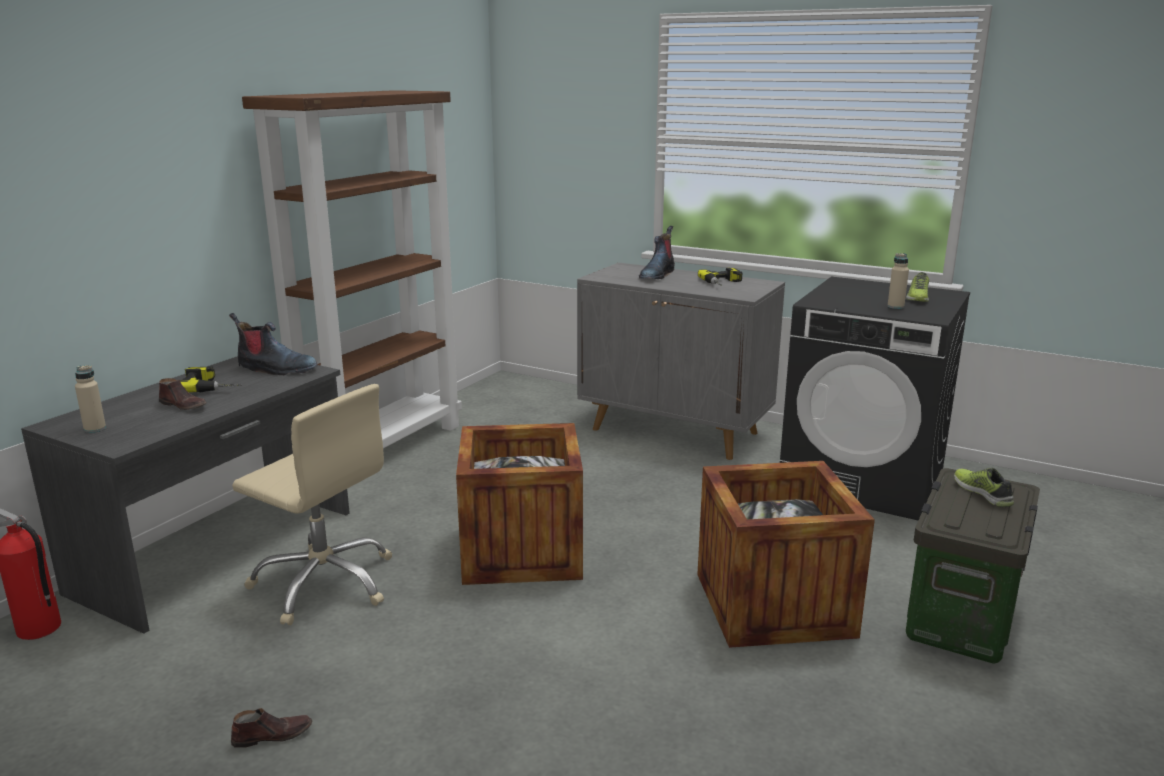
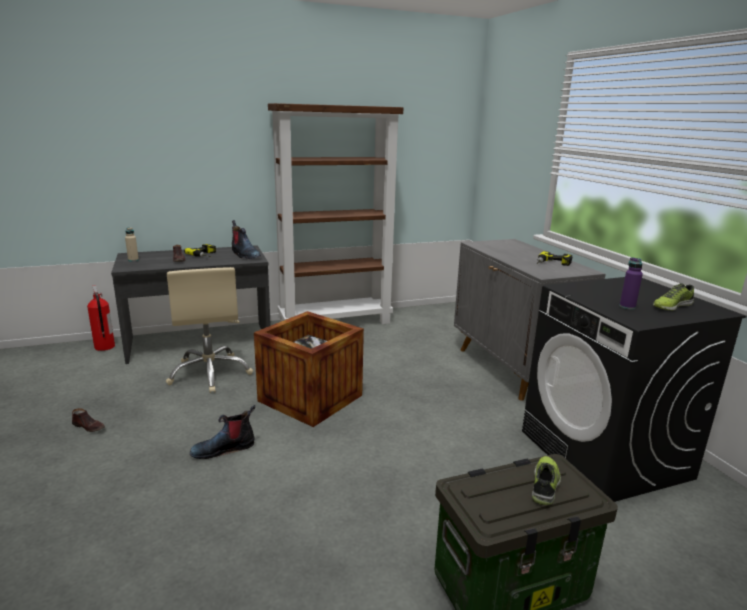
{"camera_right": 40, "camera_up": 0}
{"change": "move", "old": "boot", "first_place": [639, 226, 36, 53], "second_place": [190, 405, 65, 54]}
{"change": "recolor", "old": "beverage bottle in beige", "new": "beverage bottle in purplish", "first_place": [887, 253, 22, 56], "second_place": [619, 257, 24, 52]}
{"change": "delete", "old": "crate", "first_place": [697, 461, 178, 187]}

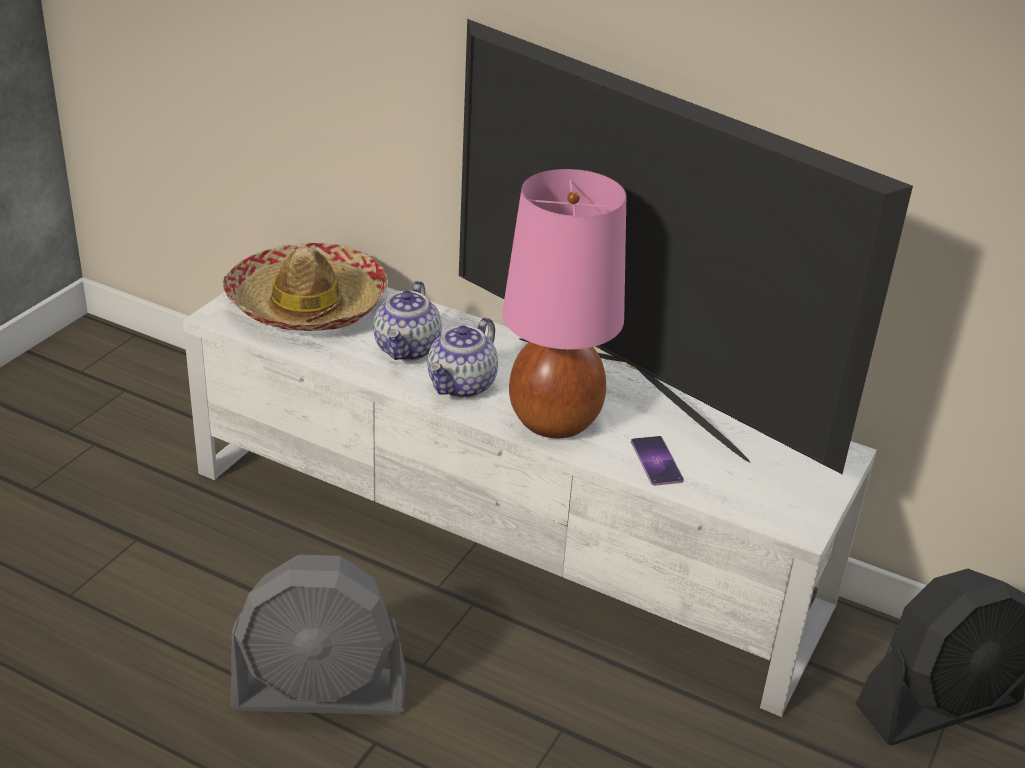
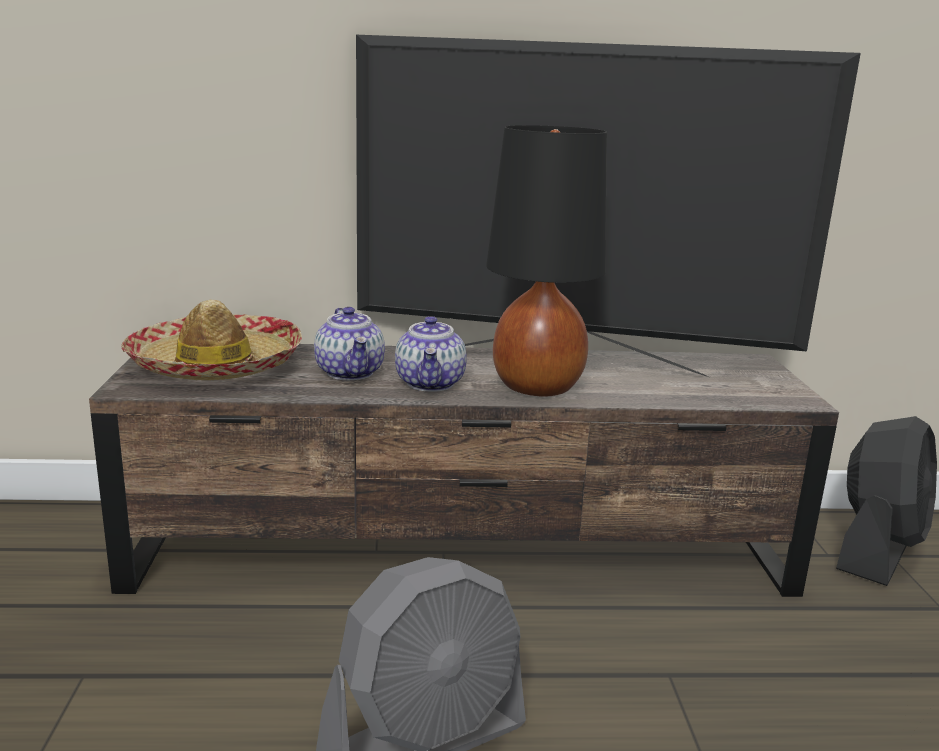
{"camera_right": -30, "camera_up": -15}
{"change": "recolor", "old": "media console in white", "new": "media console in brownish", "first_place": [183, 287, 694, 430], "second_place": [89, 344, 750, 253]}
{"change": "recolor", "old": "lamp for a table in pink", "new": "lamp for a table in blackish", "first_place": [502, 169, 125, 269], "second_place": [486, 125, 121, 272]}
{"change": "delete", "old": "handset", "first_place": [631, 436, 53, 50]}

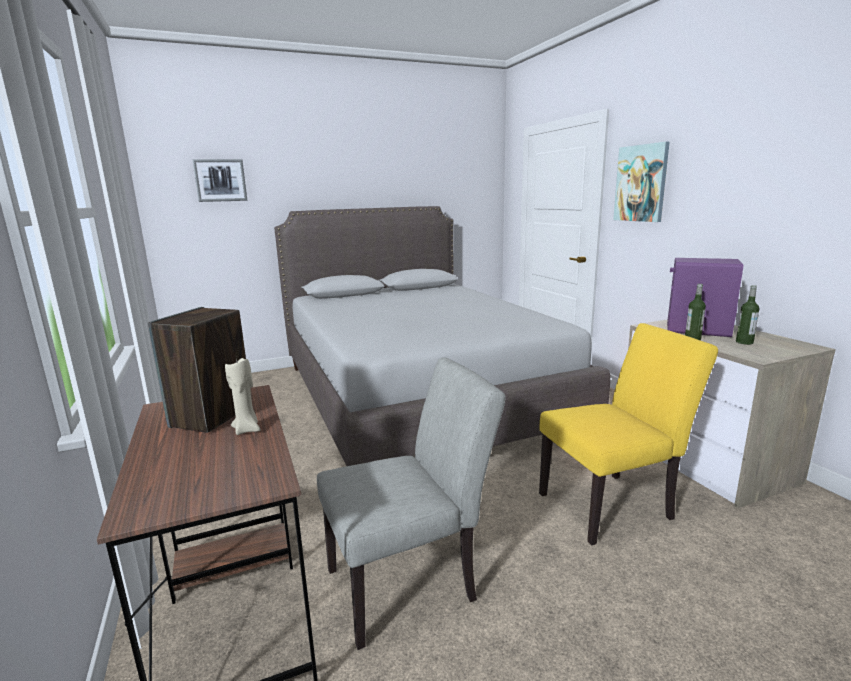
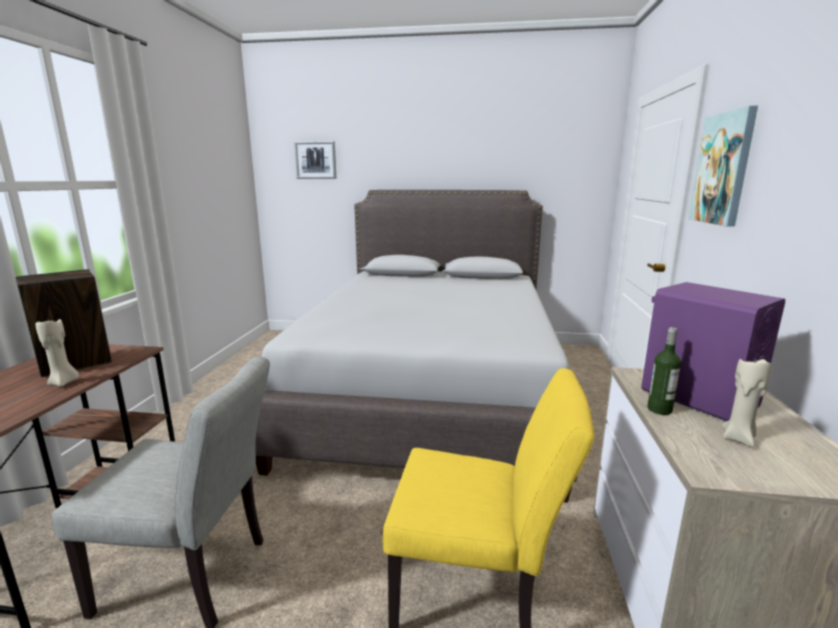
{"camera_right": 30, "camera_up": 0}
{"change": "replace", "old": "beverage bottle", "new": "candle in beige", "first_place": [736, 285, 23, 60], "second_place": [722, 355, 49, 93]}

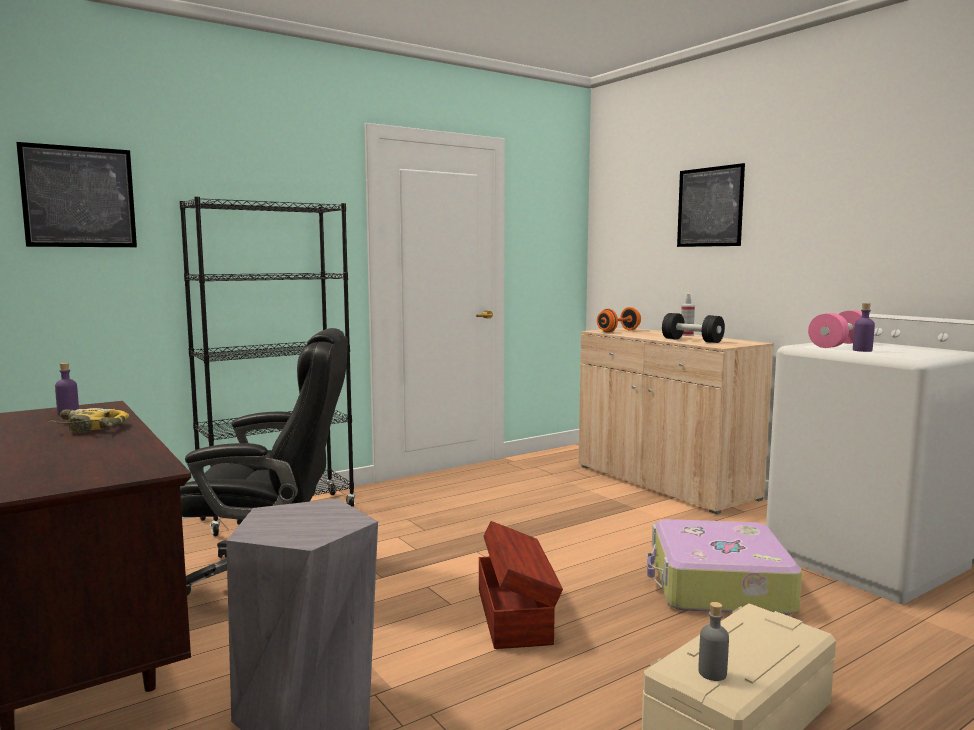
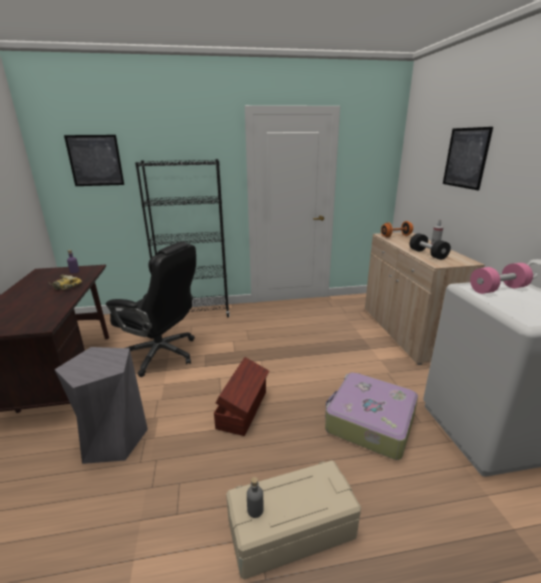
{"camera_right": 25, "camera_up": 15}
{"change": "delete", "old": "beverage bottle in purplish", "first_place": [853, 303, 22, 49]}

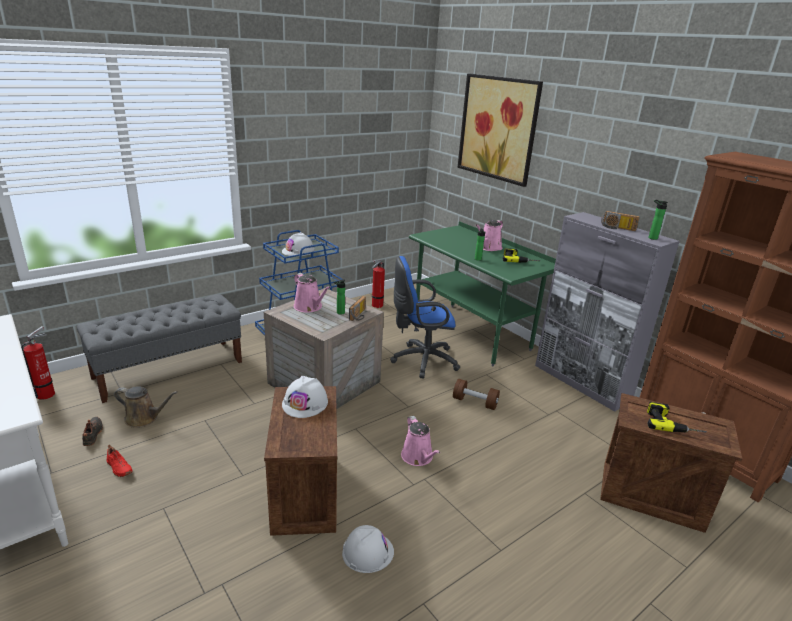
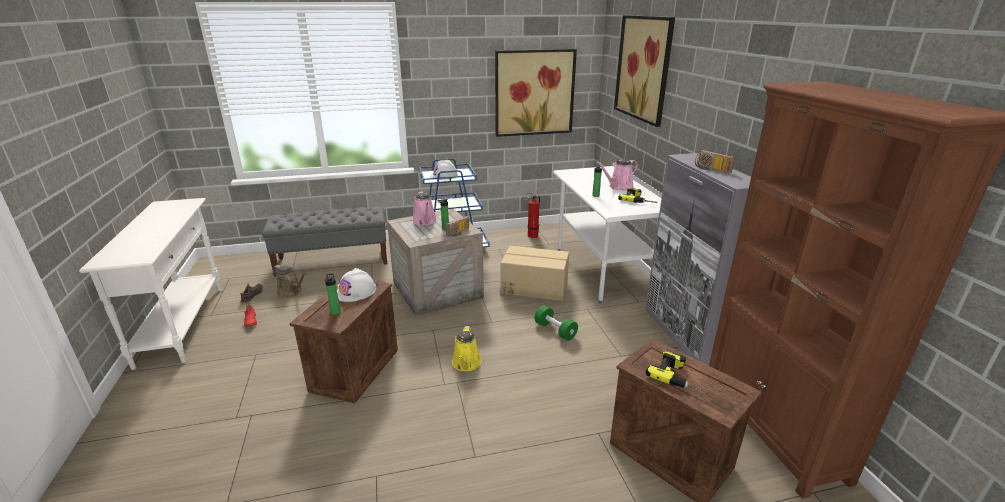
{"camera_right": 25, "camera_up": 0}
{"change": "move", "old": "beverage bottle", "first_place": [648, 200, 20, 40], "second_place": [325, 273, 16, 42]}
{"change": "recolor", "old": "sprinkling can in pink", "new": "sprinkling can in yellow", "first_place": [401, 416, 39, 50], "second_place": [452, 326, 30, 45]}
{"change": "insert", "new": "wall picture", "second_place": [495, 49, 82, 88]}
{"change": "replace", "old": "desk chair in bluish", "new": "cardboard box", "first_place": [390, 256, 70, 123], "second_place": [500, 246, 69, 55]}
{"change": "recolor", "old": "hand weight in brownish", "new": "hand weight in green-coloured", "first_place": [453, 379, 47, 31], "second_place": [535, 305, 43, 36]}
{"change": "recolor", "old": "desk unit in green-coloured", "new": "desk unit in white", "first_place": [409, 221, 147, 145], "second_place": [553, 162, 109, 141]}
{"change": "delete", "old": "fire-fighting cylinder", "first_place": [21, 326, 34, 74]}
{"change": "delete", "old": "hard hat in white", "first_place": [342, 525, 52, 48]}

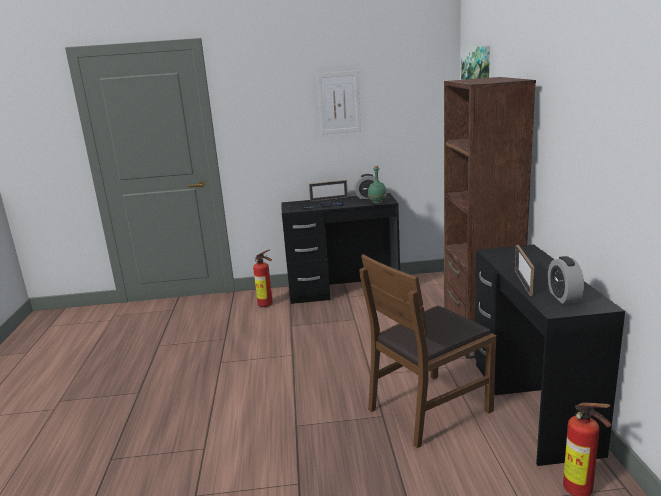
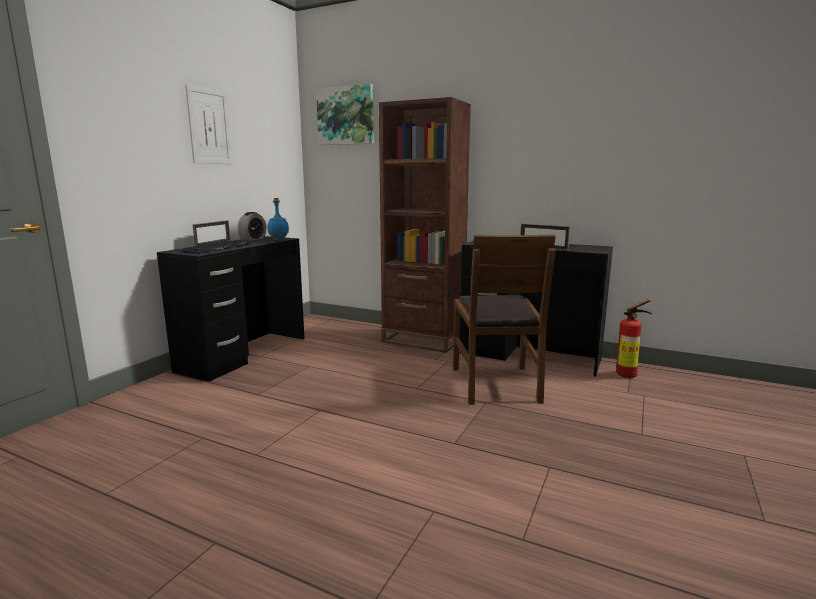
{"camera_right": -60, "camera_up": -5}
{"change": "recolor", "old": "beverage bottle in green-coloured", "new": "beverage bottle in bluish", "first_place": [368, 166, 19, 38], "second_place": [267, 198, 22, 43]}
{"change": "delete", "old": "fire-fighting cylinder", "first_place": [253, 250, 20, 57]}
{"change": "delete", "old": "alarm clock", "first_place": [548, 256, 36, 48]}

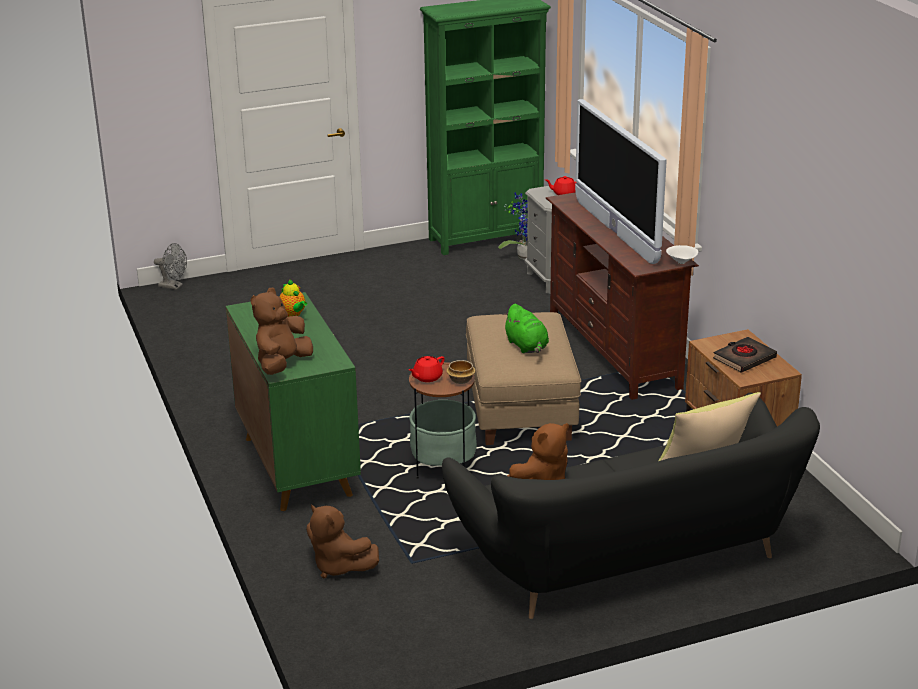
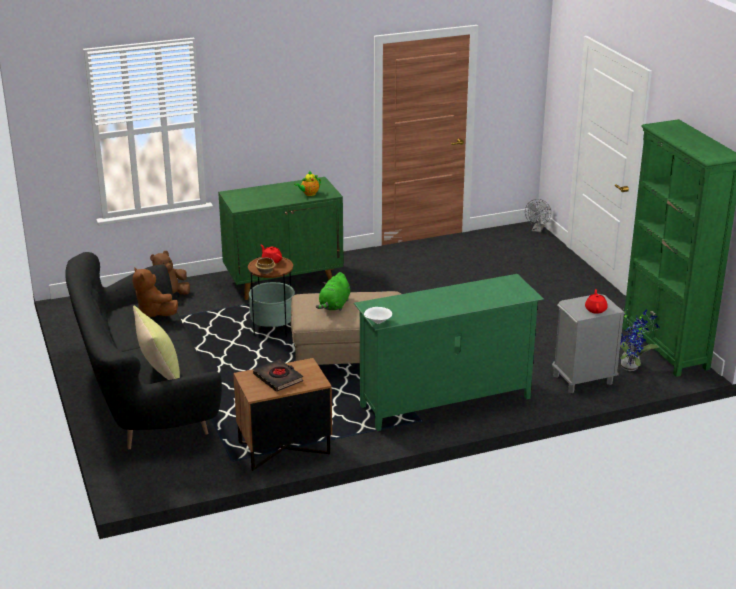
{"camera_right": 90, "camera_up": 0}
{"change": "rotate", "old": "plush toy in green-coloured", "first_place": [503, 304, 46, 49], "second_place": [316, 272, 34, 39], "degrees": -45}
{"change": "recolor", "old": "media console in brownish", "new": "media console in green-coloured", "first_place": [546, 192, 153, 208], "second_place": [354, 274, 190, 157]}
{"change": "delete", "old": "plush toy in brownish", "first_place": [251, 288, 62, 87]}
{"change": "delete", "old": "TV set", "first_place": [575, 99, 92, 165]}

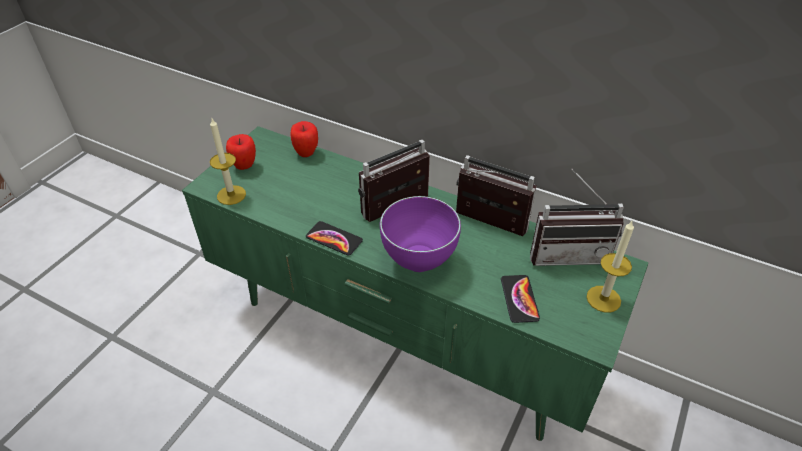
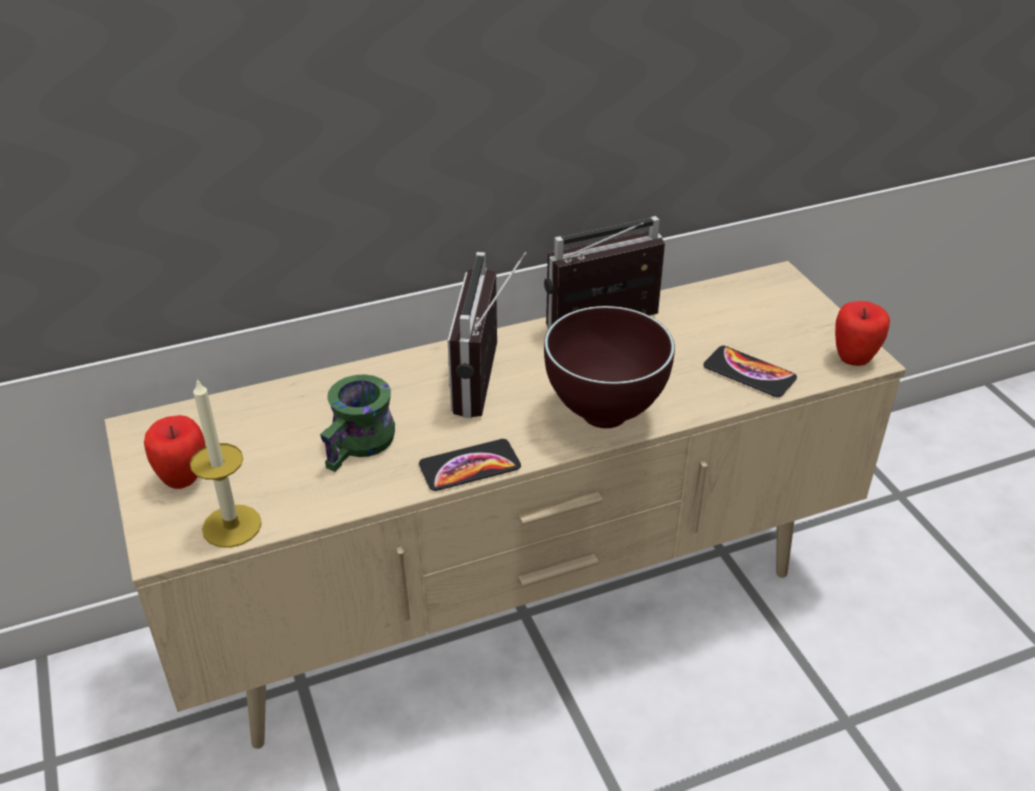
{"camera_right": -50, "camera_up": -5}
{"change": "recolor", "old": "media console in green-coloured", "new": "media console in beige", "first_place": [182, 126, 466, 315], "second_place": [104, 261, 802, 488]}
{"change": "insert", "new": "coffee mug in green-coloured", "second_place": [320, 374, 75, 98]}
{"change": "recolor", "old": "serving bowl in purplish", "new": "serving bowl in brownish", "first_place": [380, 196, 81, 76], "second_place": [544, 306, 131, 122]}
{"change": "move", "old": "apple", "first_place": [291, 121, 27, 36], "second_place": [835, 301, 55, 65]}
{"change": "delete", "old": "radio", "first_place": [530, 169, 94, 97]}
{"change": "delete", "old": "candle", "first_place": [586, 221, 48, 92]}

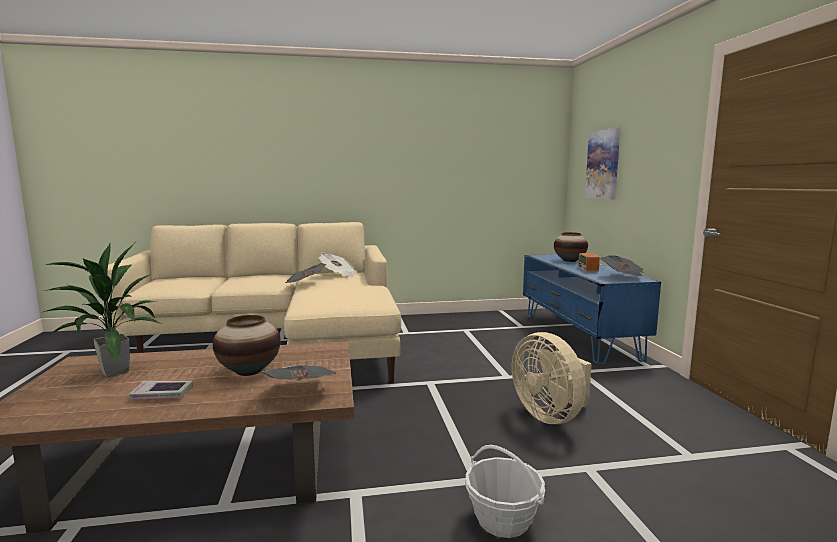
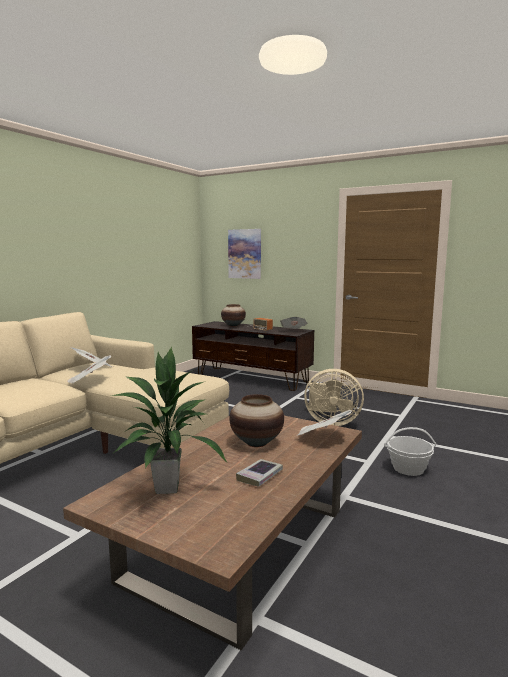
{"camera_right": -50, "camera_up": 0}
{"change": "recolor", "old": "media console in bluish", "new": "media console in brownish", "first_place": [523, 254, 138, 111], "second_place": [192, 321, 122, 70]}

